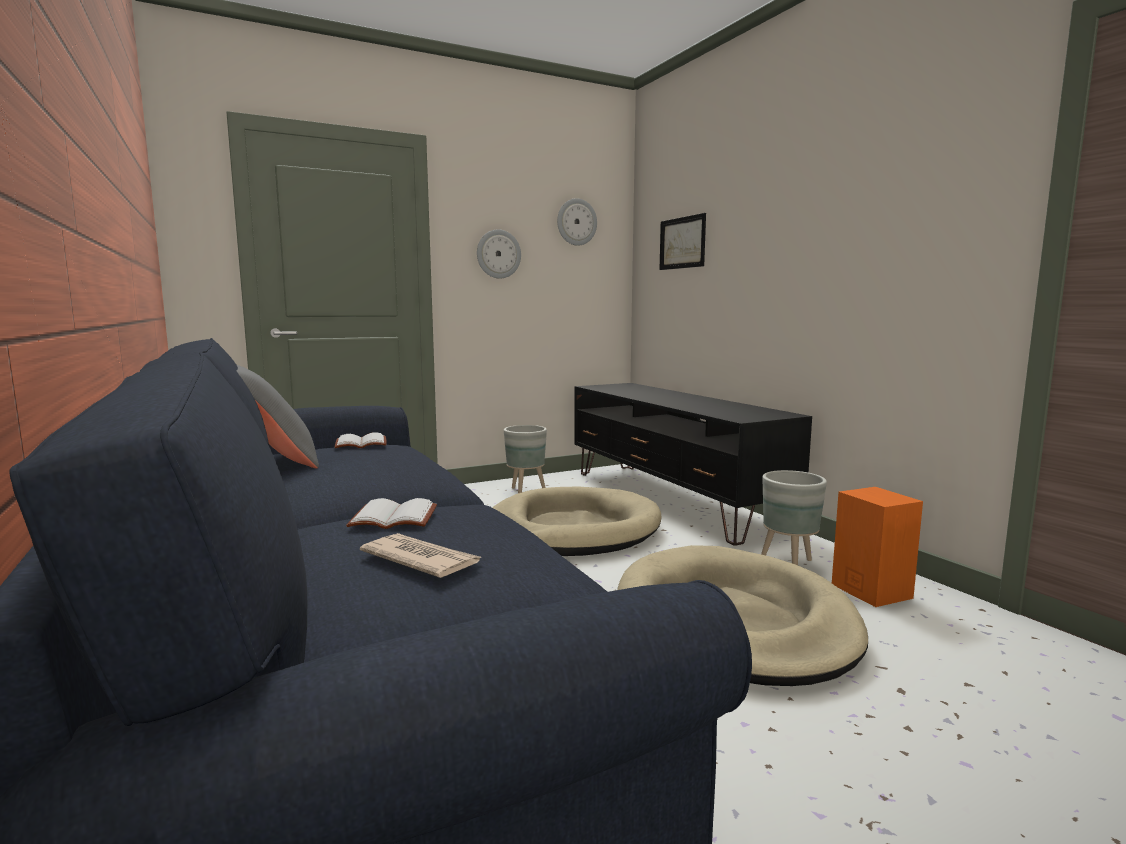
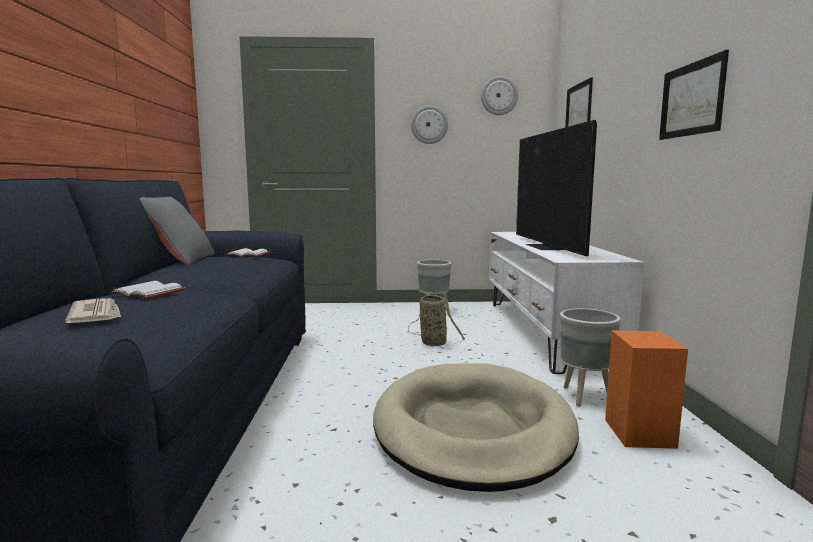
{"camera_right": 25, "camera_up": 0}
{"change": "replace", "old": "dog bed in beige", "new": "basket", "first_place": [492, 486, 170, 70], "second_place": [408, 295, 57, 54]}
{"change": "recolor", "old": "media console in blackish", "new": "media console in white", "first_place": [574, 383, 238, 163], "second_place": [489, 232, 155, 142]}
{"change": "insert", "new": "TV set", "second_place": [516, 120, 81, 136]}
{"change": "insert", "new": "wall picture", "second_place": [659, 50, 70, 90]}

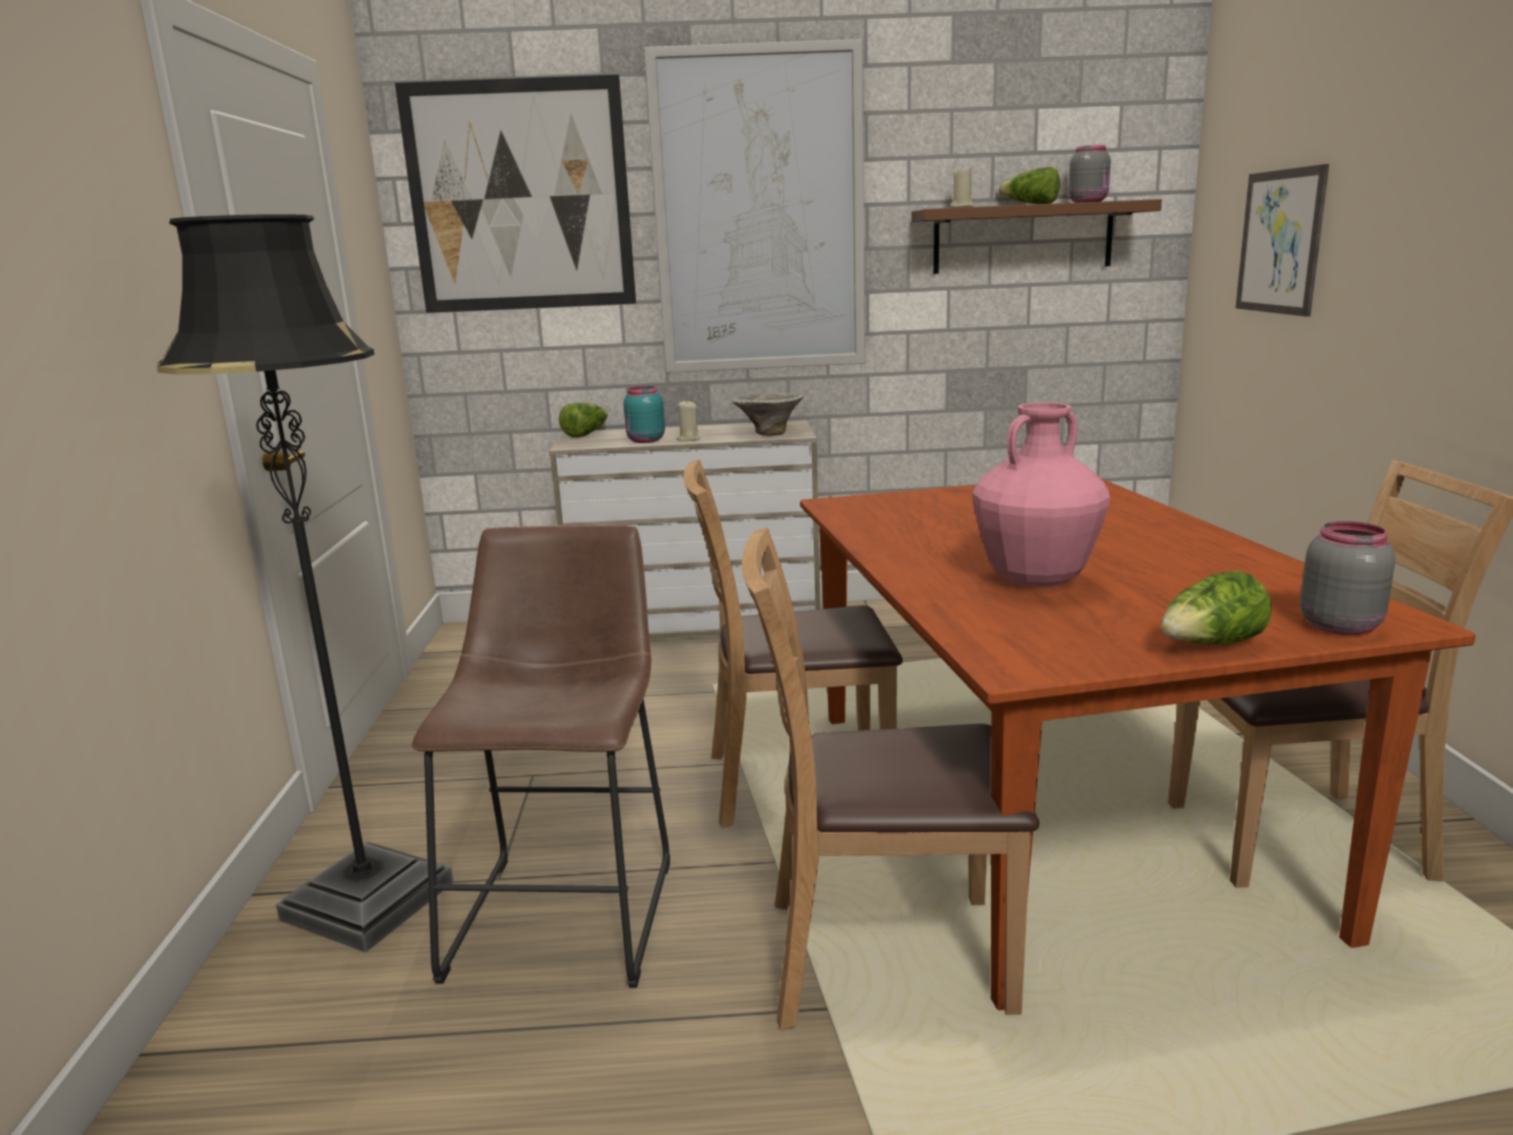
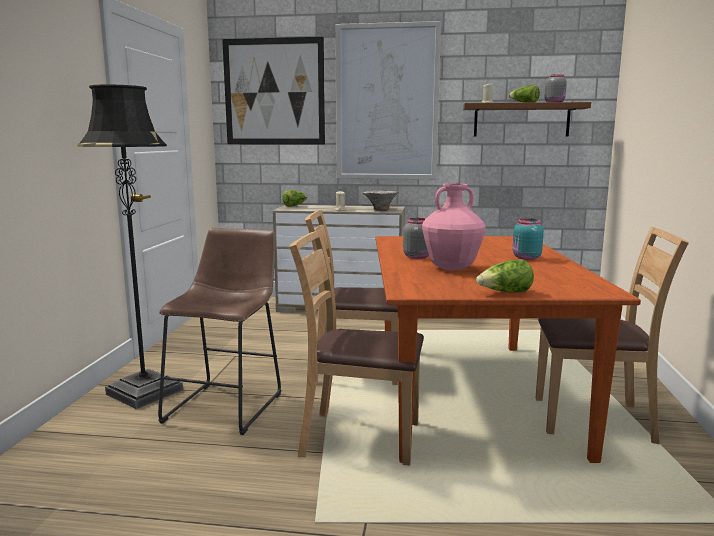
{"camera_right": 10, "camera_up": -5}
{"change": "move", "old": "jar in gray", "first_place": [1300, 521, 95, 114], "second_place": [403, 218, 26, 41]}
{"change": "move", "old": "jar in turquoise-coloured", "first_place": [624, 386, 41, 57], "second_place": [513, 218, 31, 42]}
{"change": "delete", "old": "wall picture", "first_place": [1236, 164, 93, 153]}

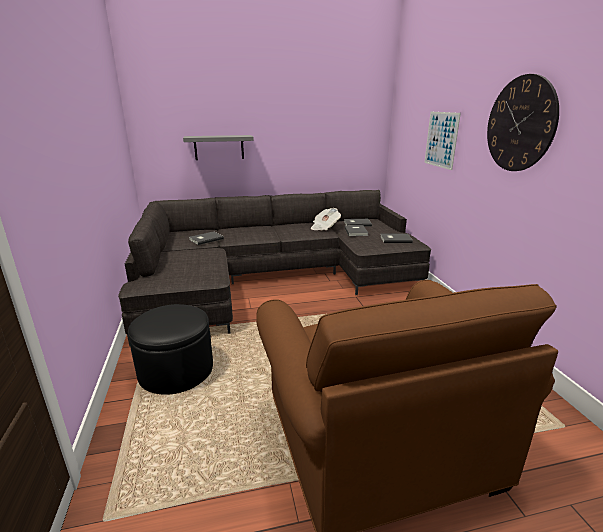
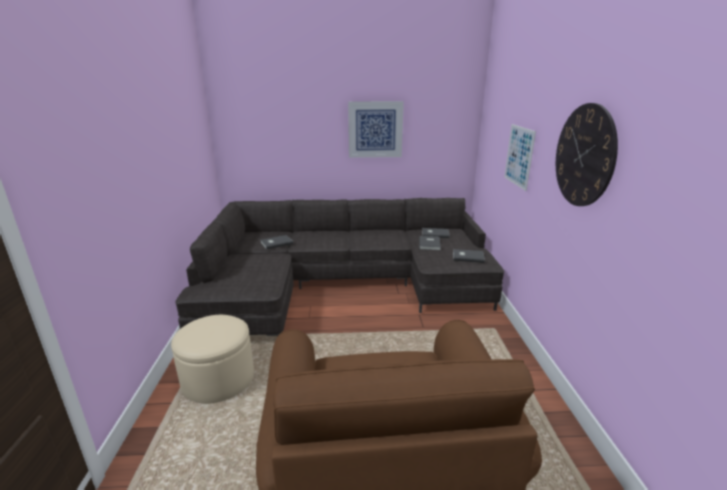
{"camera_right": 10, "camera_up": 0}
{"change": "recolor", "old": "footrest in blackish", "new": "footrest in beige", "first_place": [128, 304, 85, 91], "second_place": [171, 315, 83, 89]}
{"change": "insert", "new": "wall picture", "second_place": [348, 101, 56, 57]}
{"change": "delete", "old": "bracket shelf in gray", "first_place": [183, 135, 71, 25]}
{"change": "delete", "old": "daily paper", "first_place": [311, 208, 30, 22]}

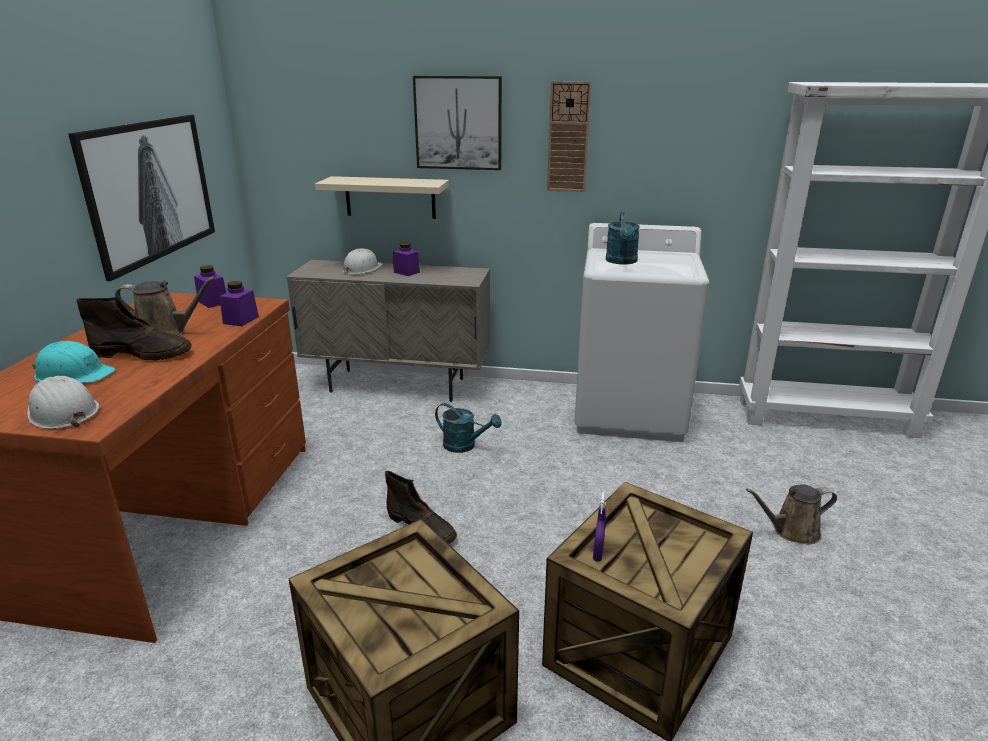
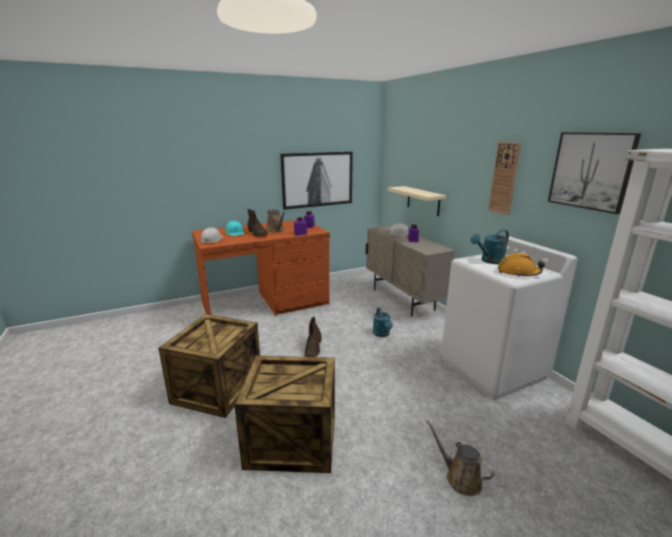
{"camera_right": 55, "camera_up": -5}
{"change": "insert", "new": "hard hat in orange-coloured", "second_place": [498, 253, 47, 24]}
{"change": "move", "old": "wall picture", "first_place": [413, 76, 89, 94], "second_place": [548, 132, 93, 82]}
{"change": "delete", "old": "hand sprayer in purplish", "first_place": [593, 492, 13, 70]}

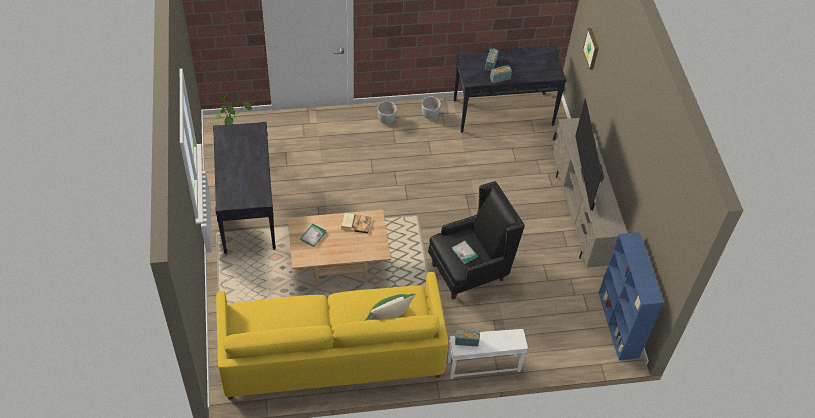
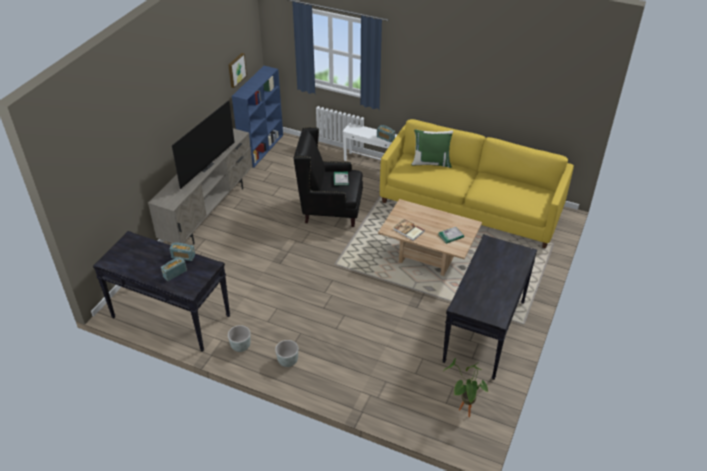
{"camera_right": -145, "camera_up": -10}
{"change": "move", "old": "wall picture", "first_place": [583, 28, 16, 42], "second_place": [228, 53, 19, 35]}

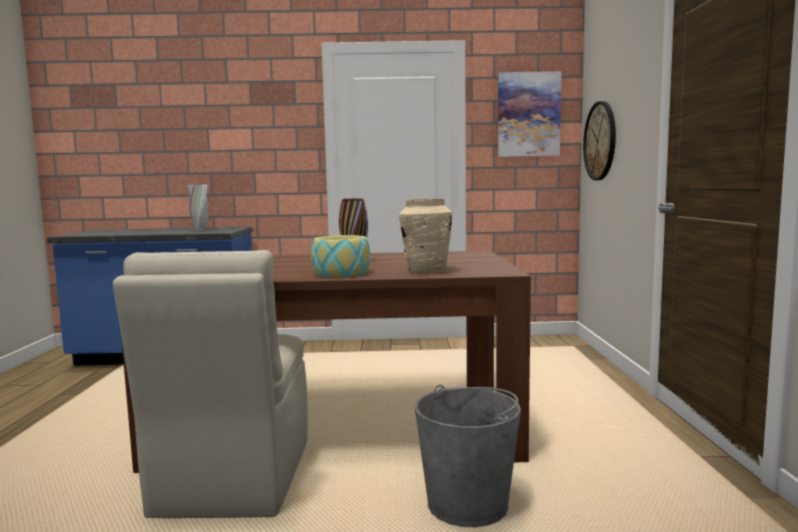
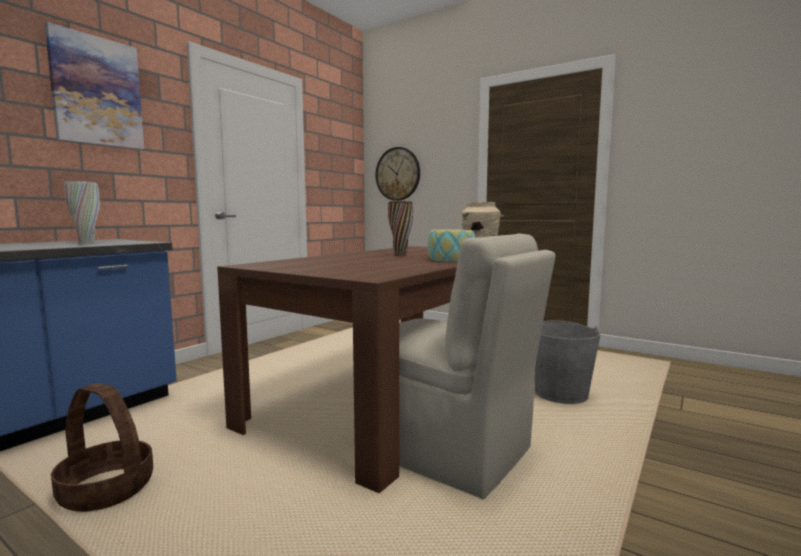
{"camera_right": -55, "camera_up": 0}
{"change": "move", "old": "wall picture", "first_place": [498, 71, 63, 86], "second_place": [45, 22, 99, 128]}
{"change": "insert", "new": "basket", "second_place": [51, 383, 102, 129]}

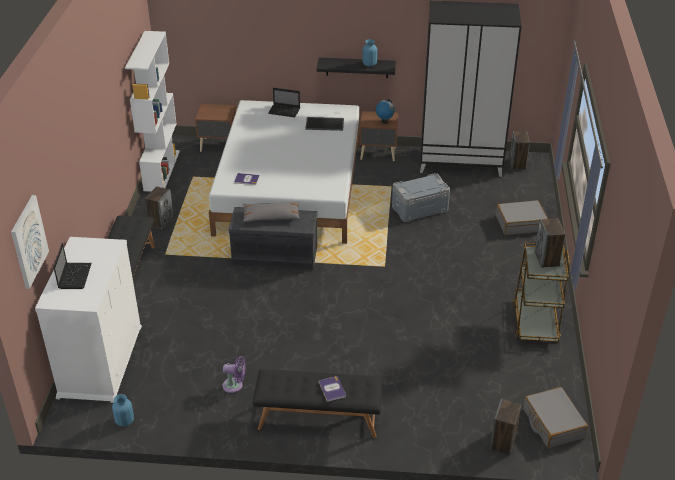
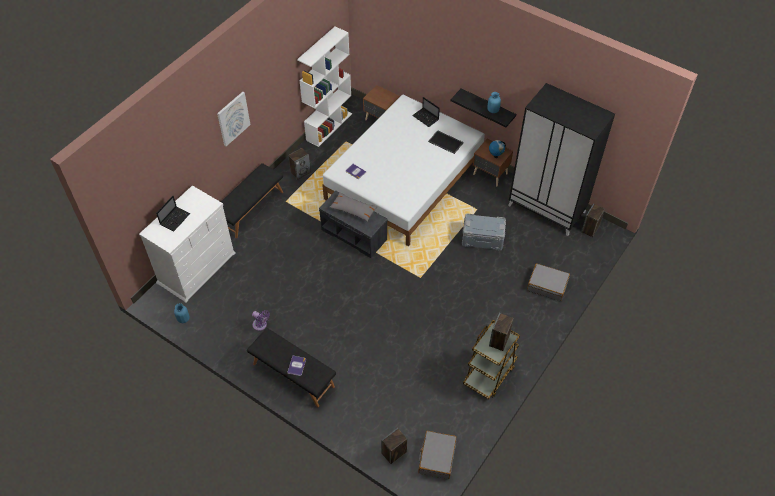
{"camera_right": 30, "camera_up": 15}
{"change": "move", "old": "wall picture", "first_place": [11, 195, 38, 94], "second_place": [217, 92, 34, 54]}

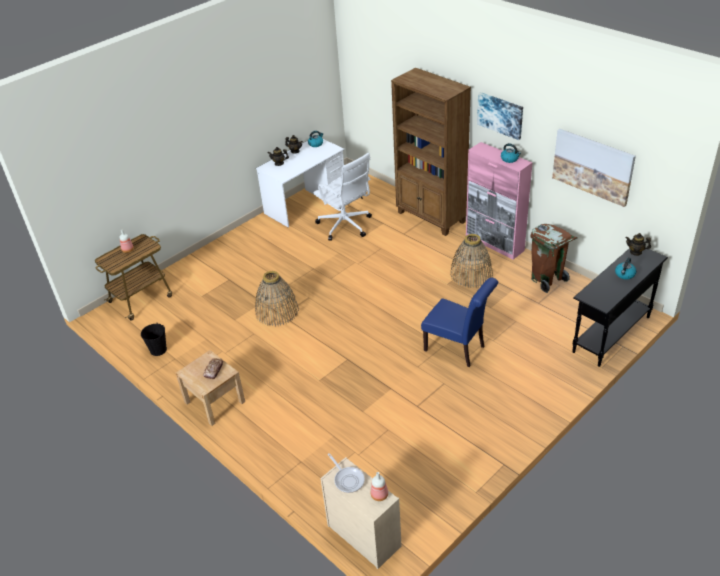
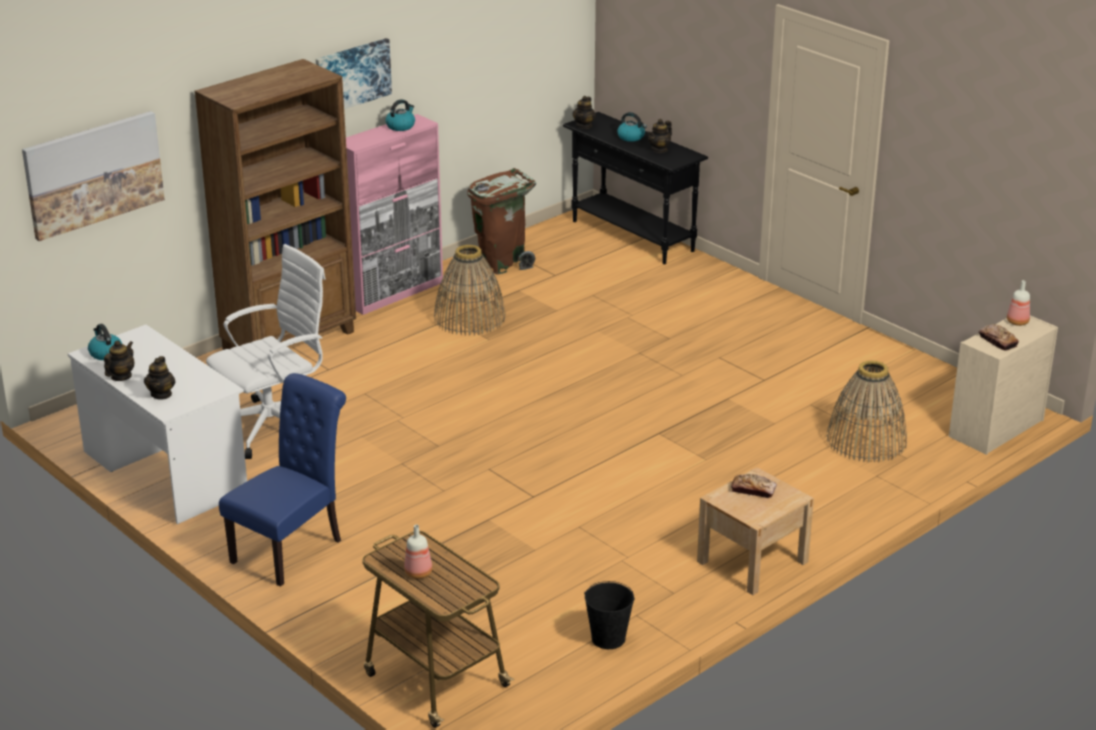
{"camera_right": -90, "camera_up": -10}
{"change": "move", "old": "wall picture", "first_place": [552, 129, 84, 78], "second_place": [22, 111, 143, 130]}
{"change": "move", "old": "plain chair in bluish", "first_place": [421, 278, 77, 89], "second_place": [219, 373, 127, 214]}
{"change": "insert", "new": "teapot", "second_place": [648, 119, 24, 34]}
{"change": "move", "old": "basket", "first_place": [255, 271, 44, 55], "second_place": [826, 360, 81, 103]}
{"change": "replace", "old": "skillet", "new": "bakery bread", "first_place": [327, 453, 38, 40], "second_place": [979, 324, 40, 27]}

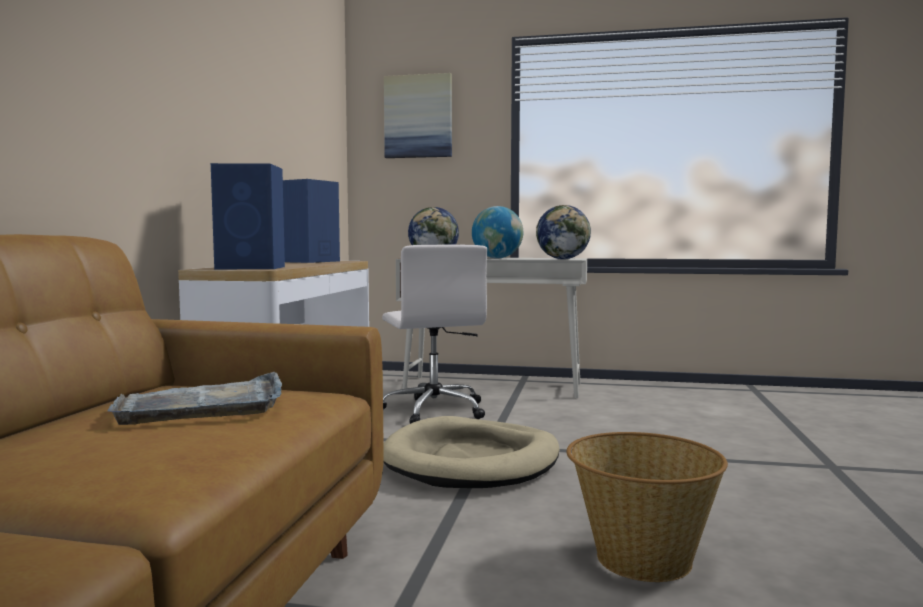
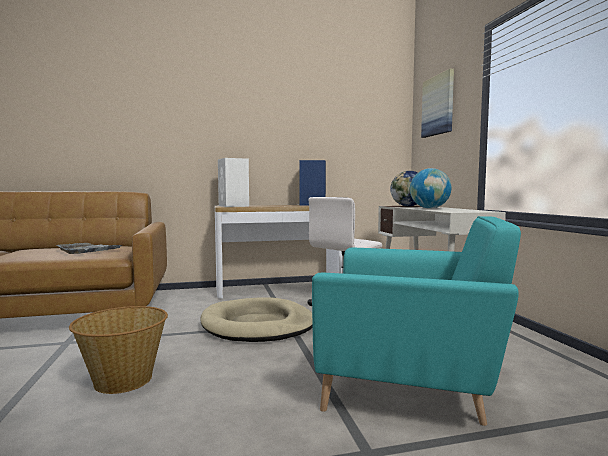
{"camera_right": 65, "camera_up": 0}
{"change": "recolor", "old": "loudspeaker in bluish", "new": "loudspeaker in white", "first_place": [211, 163, 74, 106], "second_place": [218, 158, 31, 49]}
{"change": "insert", "new": "lounge chair in turquoise-coloured", "second_place": [312, 216, 209, 210]}
{"change": "delete", "old": "world globe", "first_place": [536, 205, 55, 54]}

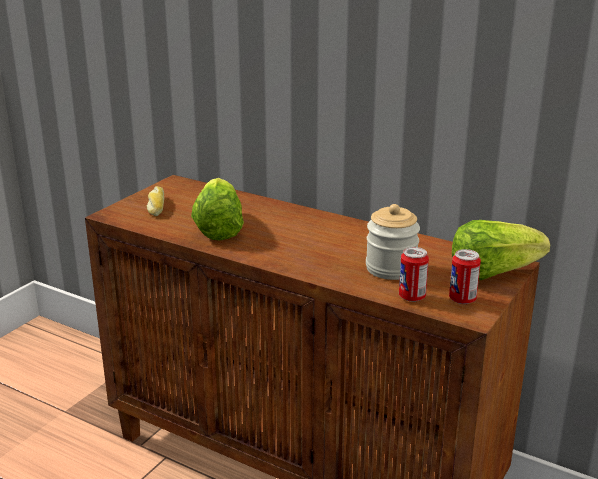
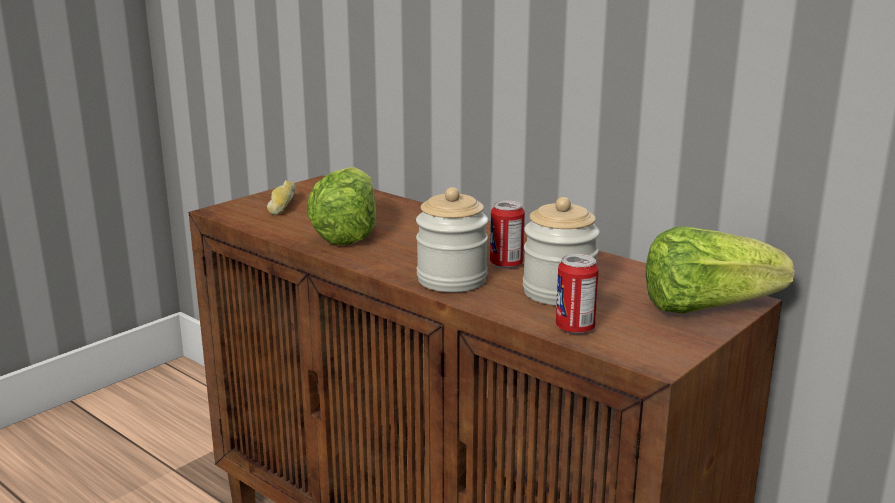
{"camera_right": 10, "camera_up": -5}
{"change": "insert", "new": "jar", "second_place": [416, 187, 72, 105]}
{"change": "move", "old": "metal can", "first_place": [449, 249, 32, 55], "second_place": [490, 201, 35, 68]}

